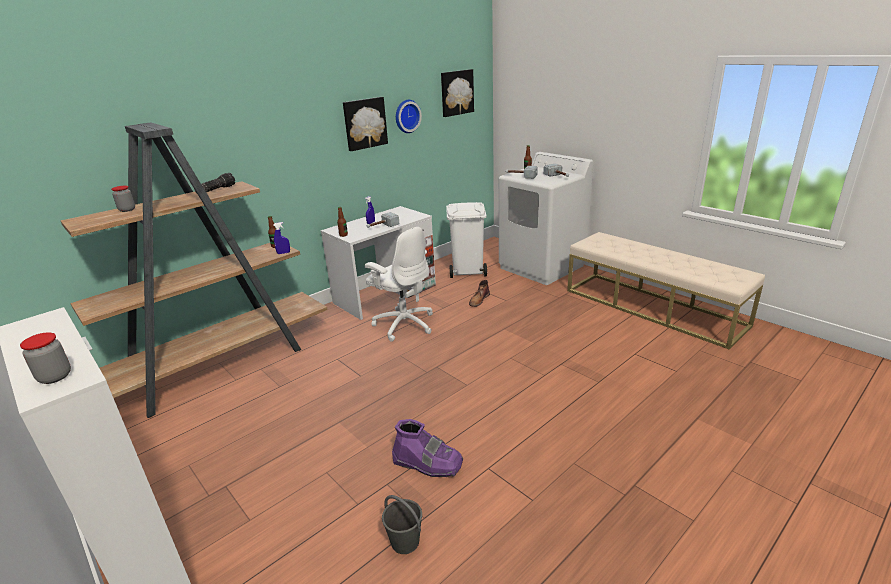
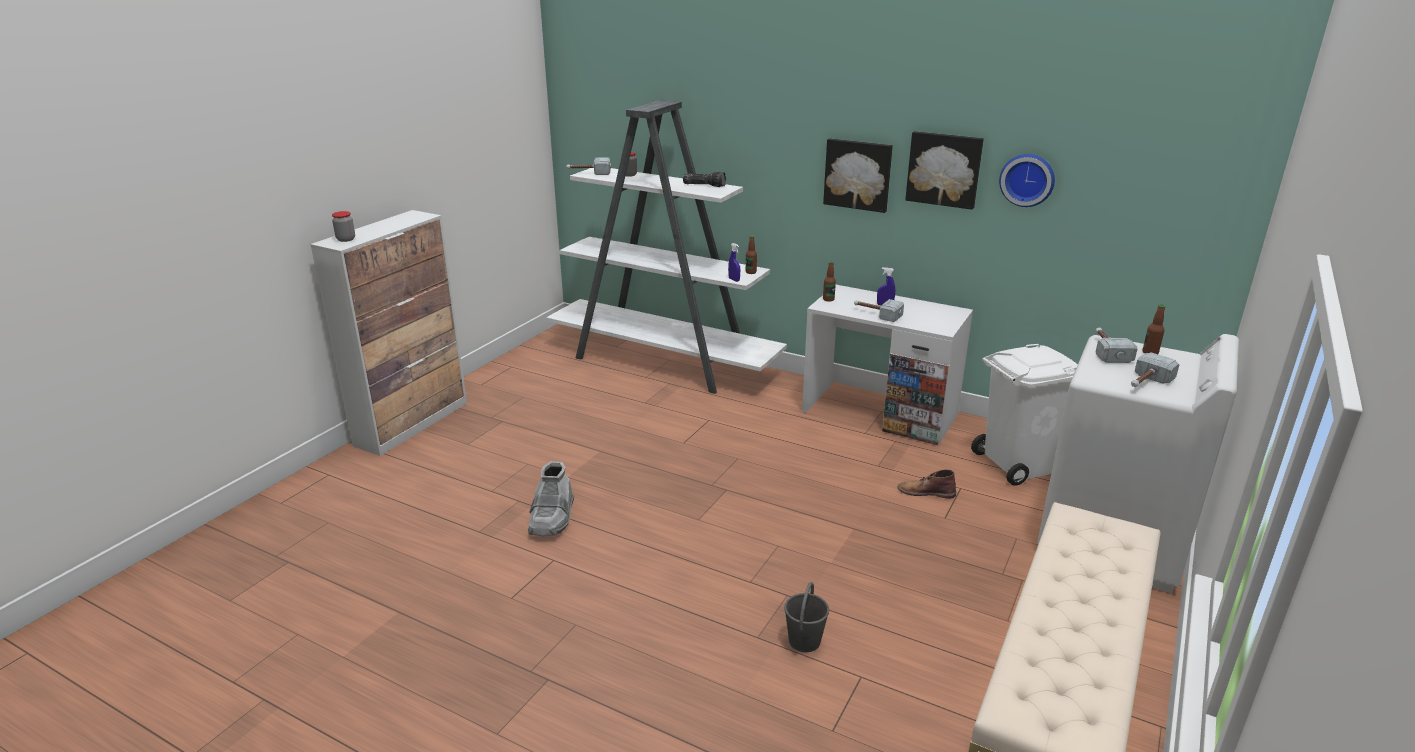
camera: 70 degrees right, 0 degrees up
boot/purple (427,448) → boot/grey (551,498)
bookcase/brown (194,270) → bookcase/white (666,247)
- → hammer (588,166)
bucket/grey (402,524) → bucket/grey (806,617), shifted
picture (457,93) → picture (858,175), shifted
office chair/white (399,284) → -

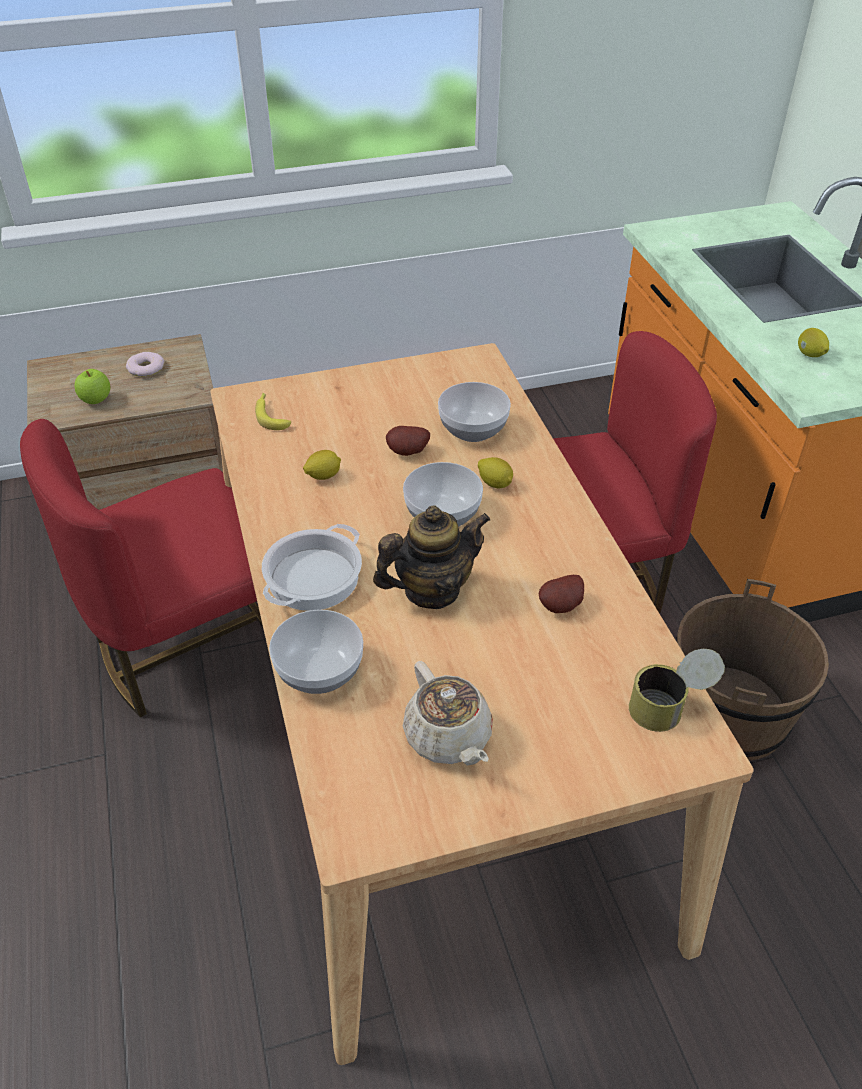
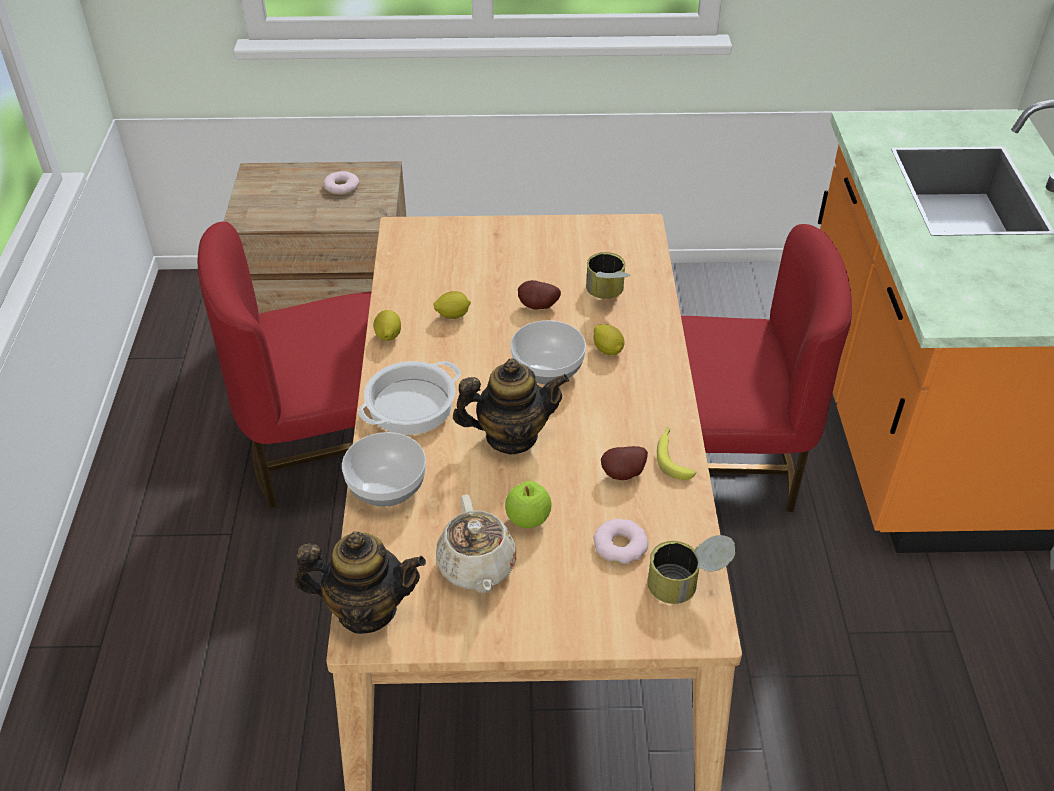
camera: 15 degrees right, 0 degrees up
- → teapot (360,583)
lemon (813,342) → lemon (387,325), shifted
apple (92,386) → apple (528,504), shifted
bowl (474,412) → can (608,275)
- → donut (621,541)
banana (273,411) → banana (676,453), shifted
bucket/brown (752,670) → -

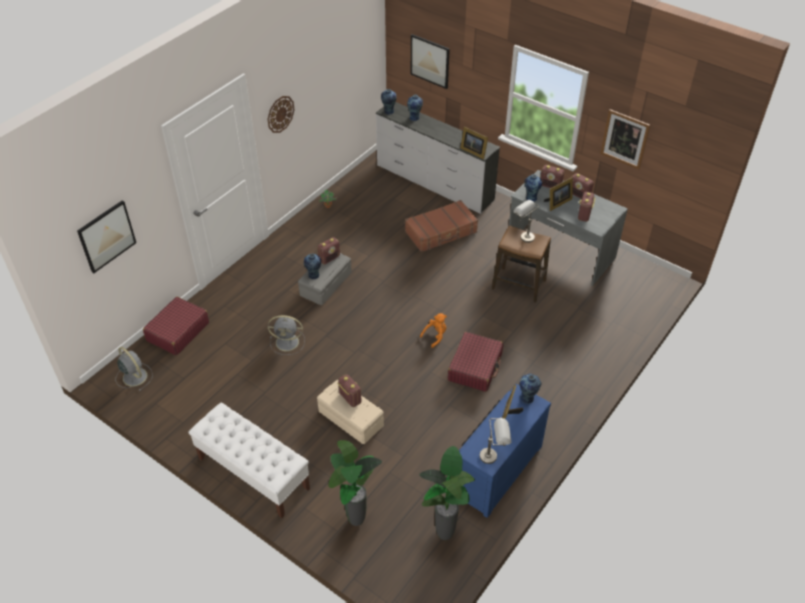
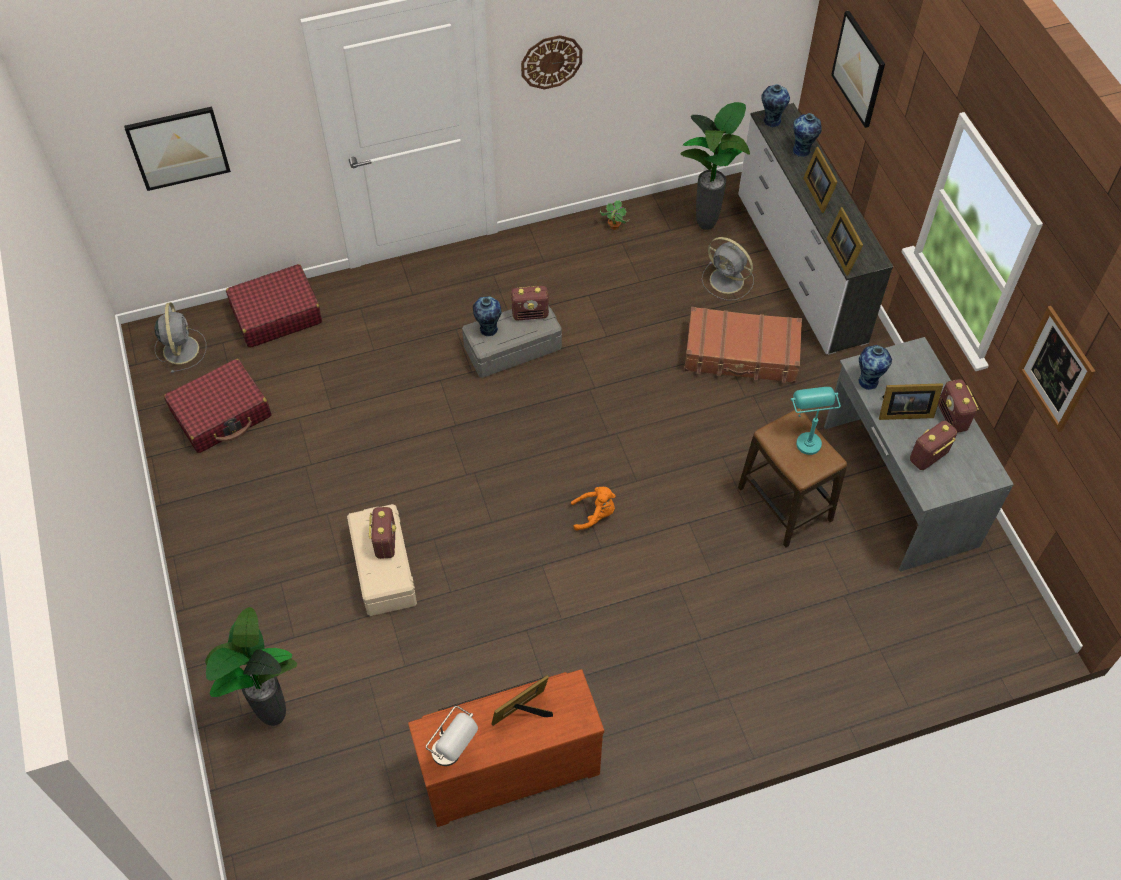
camera: 35 degrees right, 10 degrees up
suitcase/red (475,362) → suitcase/red (217,406), shifted
dresser/blue (505,451) → dresser/brown (506,748)
potted plant (447,493) → potted plant (715,166), shifted
fan/grey (286,335) → fan/grey (727,268), shifted
table lamp/grey (526,221) → table lamp/turquoise (816,421)
- → picture frame (820,180)
bench/white (249,460) → -
vase (530,389) → -
radio (552,176) → -

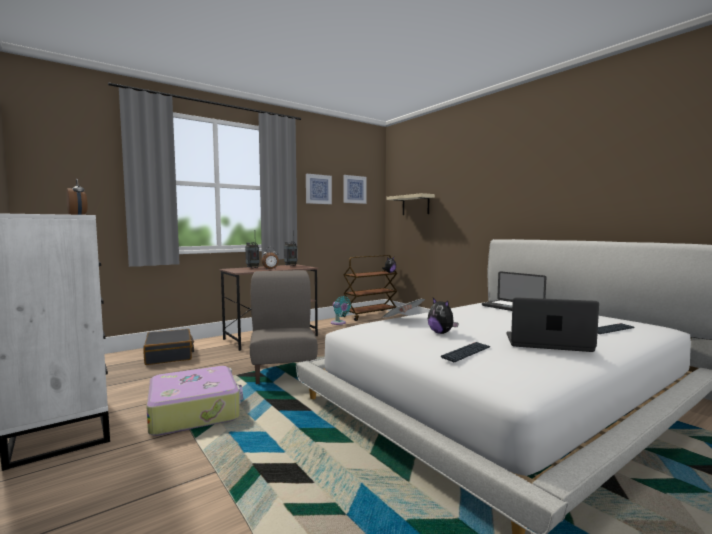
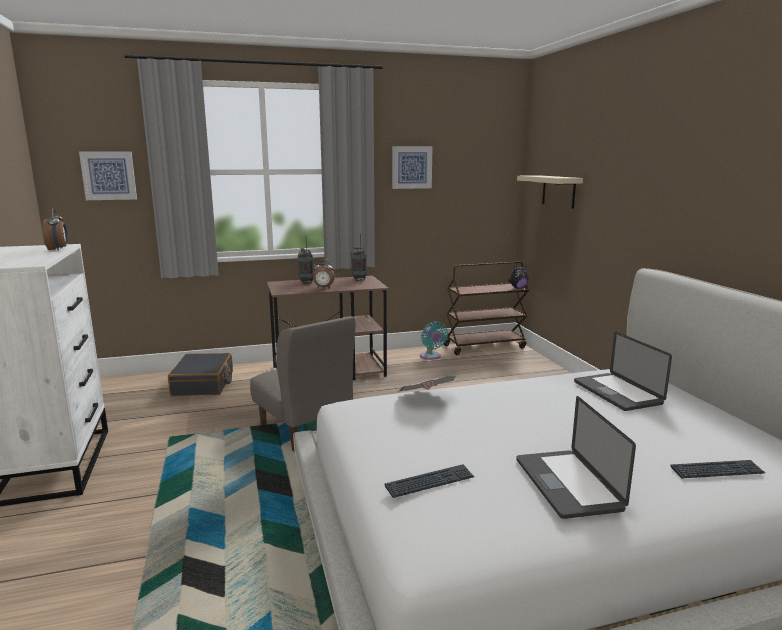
camera: 20 degrees right, 10 degrees up
picture (355,189) → picture (108,175), shifted
chair/grey (284,327) → chair/grey (303,383), 135 degrees clockwise
laptop (553,324) → laptop (576,457), 135 degrees counterclockwise
suitcase (194,401) → -
plush toy (443,316) → -

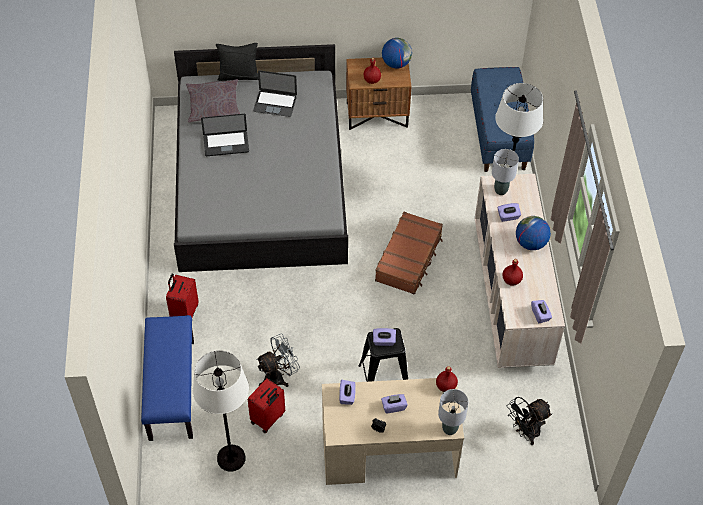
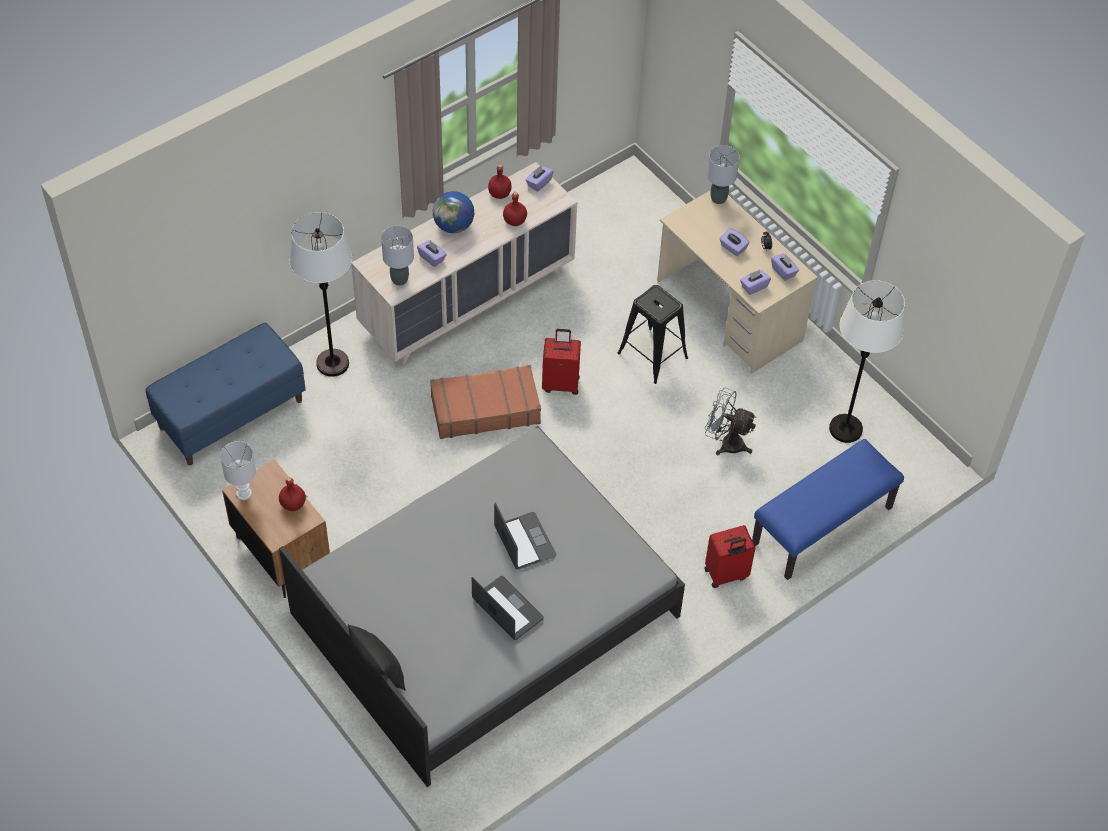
camera: 125 degrees left, 0 degrees up
globe (397,53) → table lamp/white (238,470)
bottle/red (447,379) → bottle/red (500,181), shifted
laptop (275,93) → laptop (525,536), shifted
suitcase/red (266,405) → suitcase/red (561,362), shifted
tissue box/purple (384,337) → tissue box/purple (785,267), shifted
pillow/grey (213,101) → -
fan/black (529,421) → -

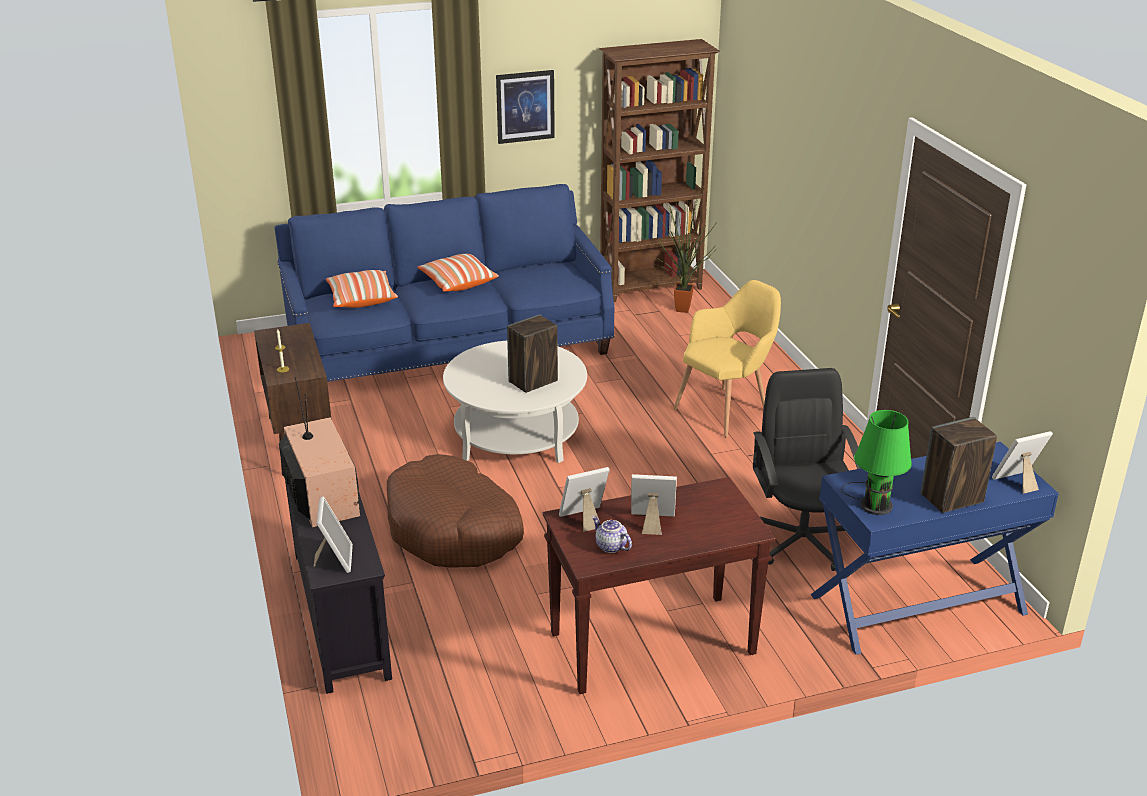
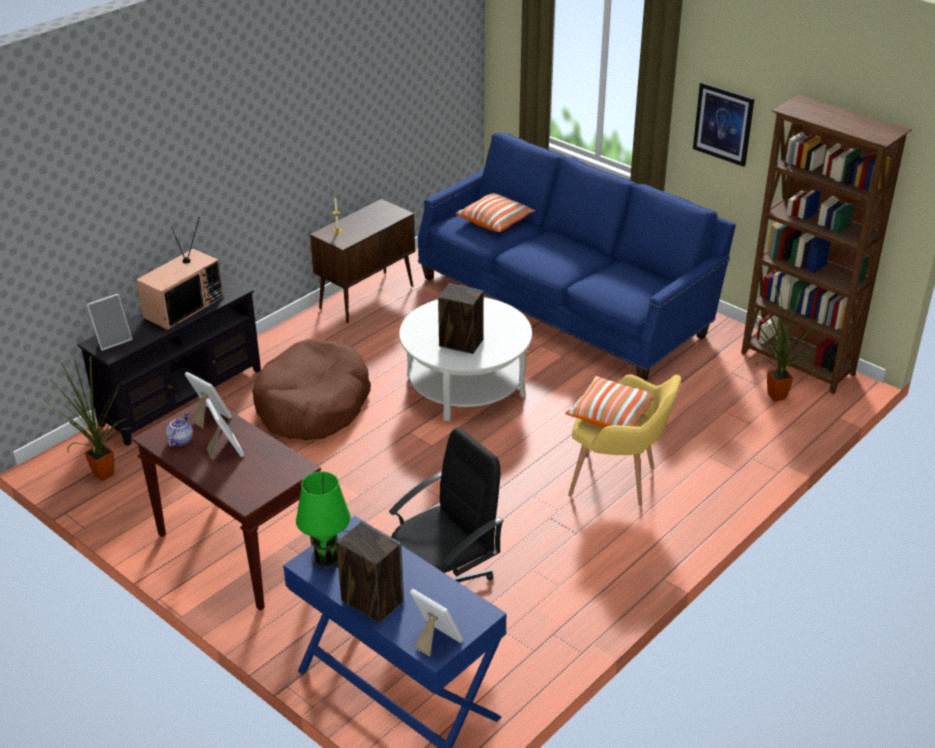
camera: 60 degrees right, 5 degrees up
- → potted plant (87,416)
pillow (458,273) → pillow (609,402), shifted

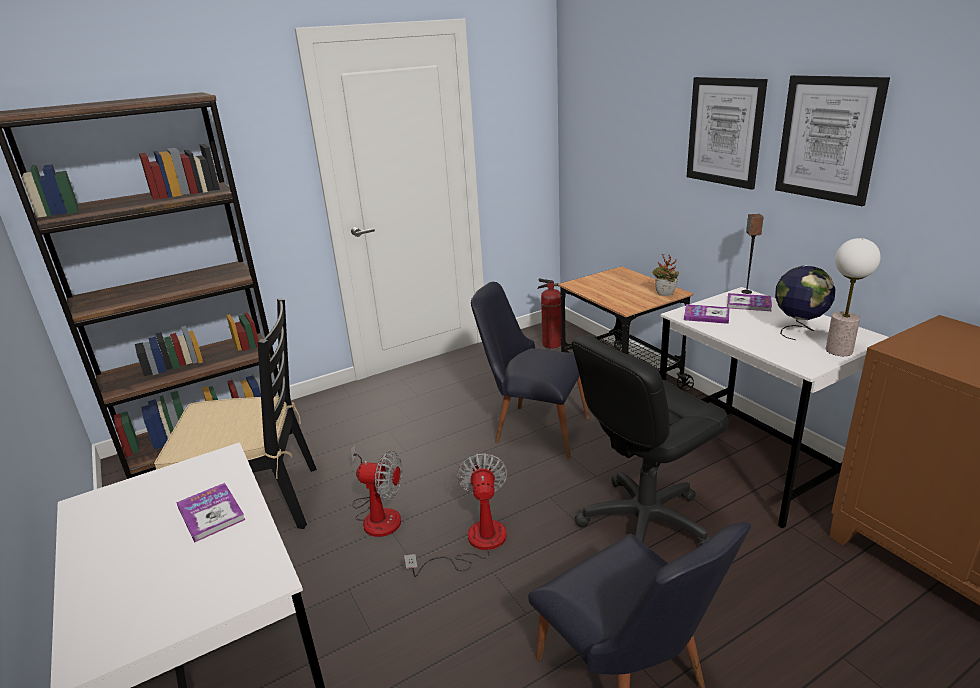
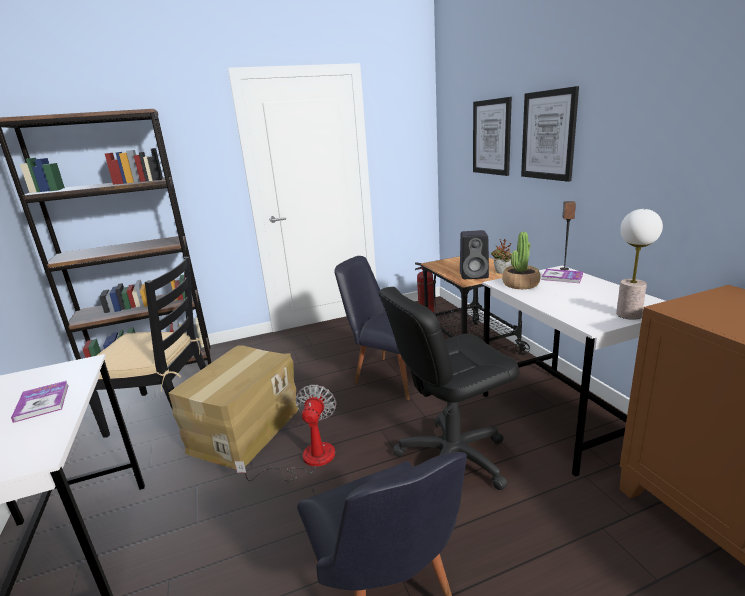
camera: 10 degrees right, 5 degrees down
fan (376,491) → cardboard box (233,407)
- → speaker/black (474,254)
picture (832,140) → picture (492,136), shifted
book (707,314) → potted plant (521,260)
globe (805,303) → -

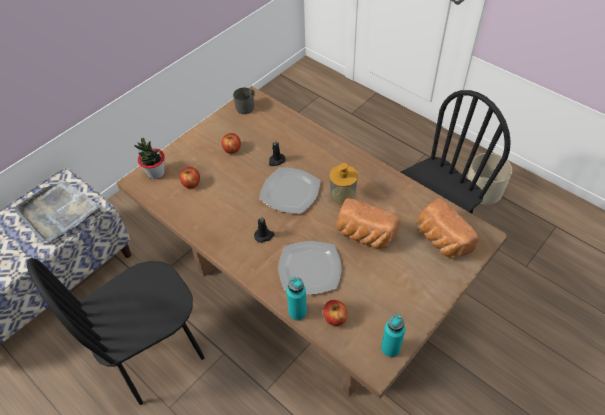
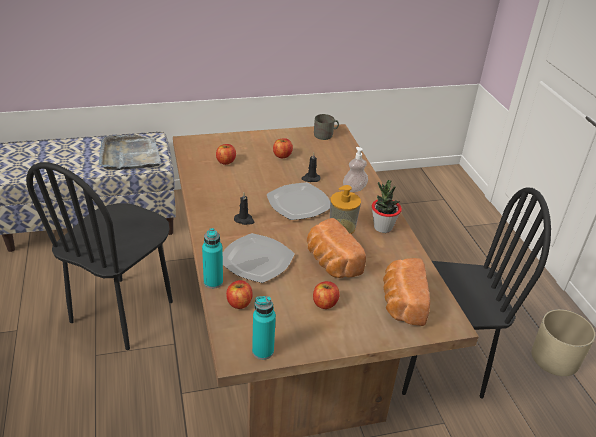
camera: 30 degrees right, 15 degrees down
chair/black (115,331) → chair/black (99,256), 60 degrees counterclockwise
- → apple (326,295)
- → soap dispenser (355,169)
potted plant (149,158) → potted plant (387,206), shifted

